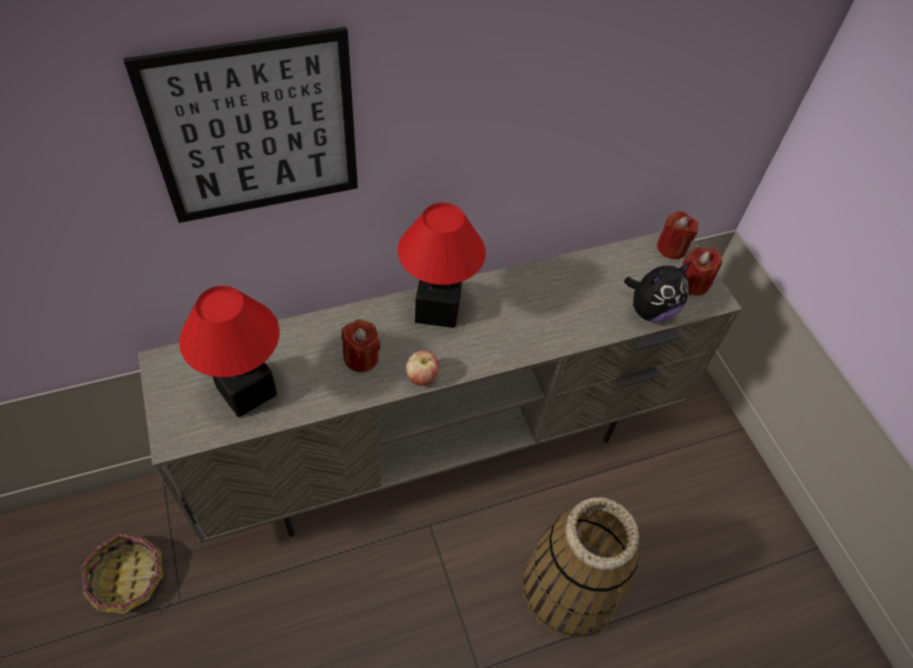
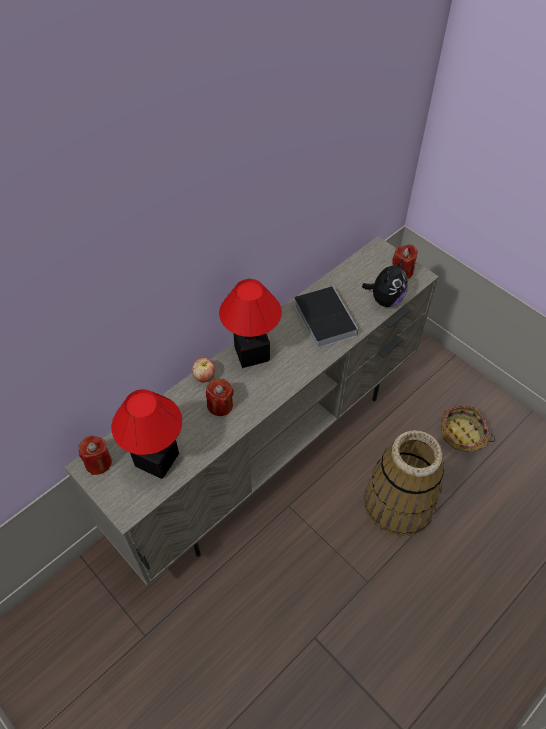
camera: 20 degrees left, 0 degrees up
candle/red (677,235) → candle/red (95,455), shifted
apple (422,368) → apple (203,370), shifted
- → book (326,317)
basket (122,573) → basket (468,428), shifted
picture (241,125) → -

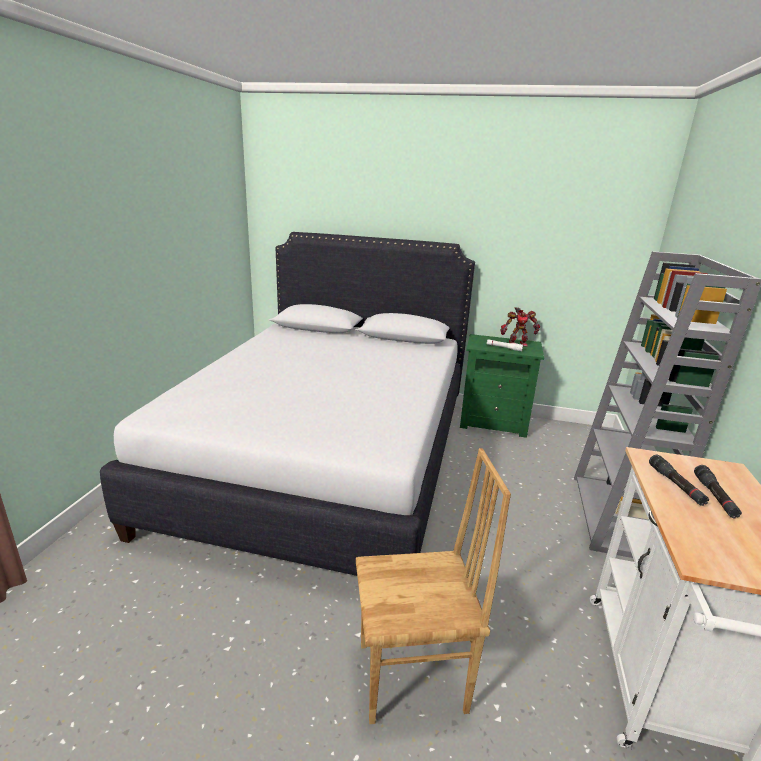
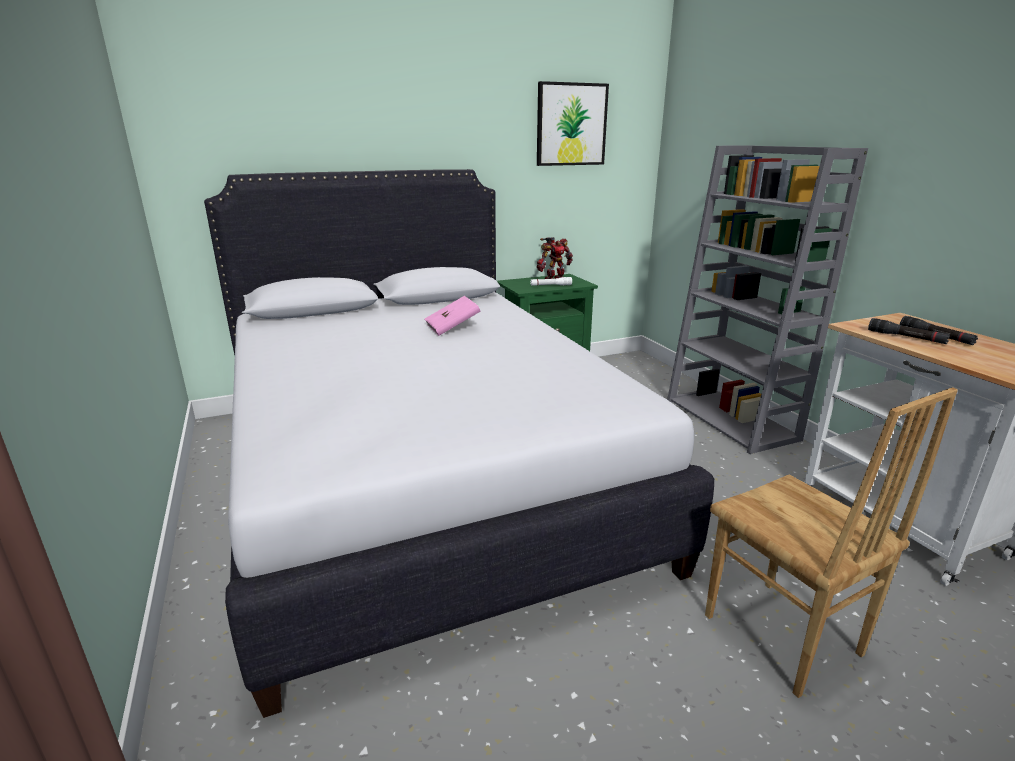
camera: 35 degrees left, 0 degrees up
- → book/pink (453,316)
- → picture (573,123)
chair/brown (433,586) → chair/brown (831,542), 105 degrees clockwise

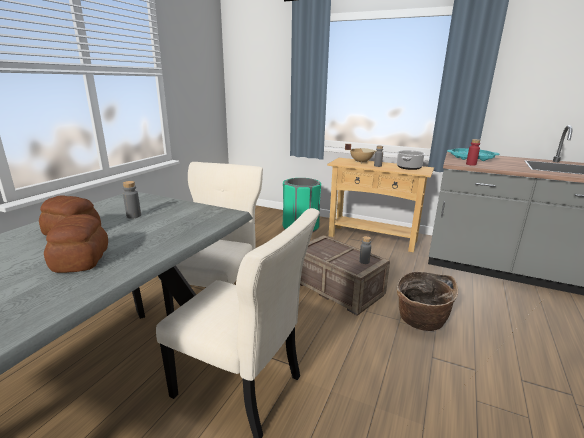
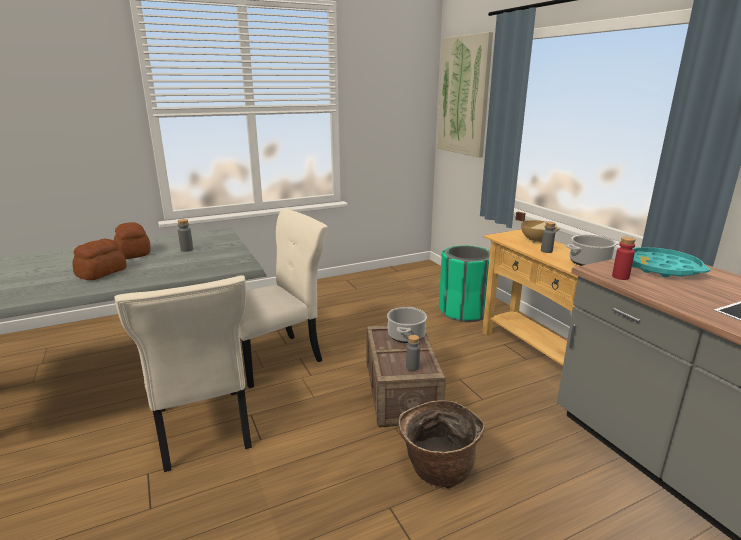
camera: 40 degrees right, 0 degrees up
- → cooking pot (407,325)
- → picture (465,94)

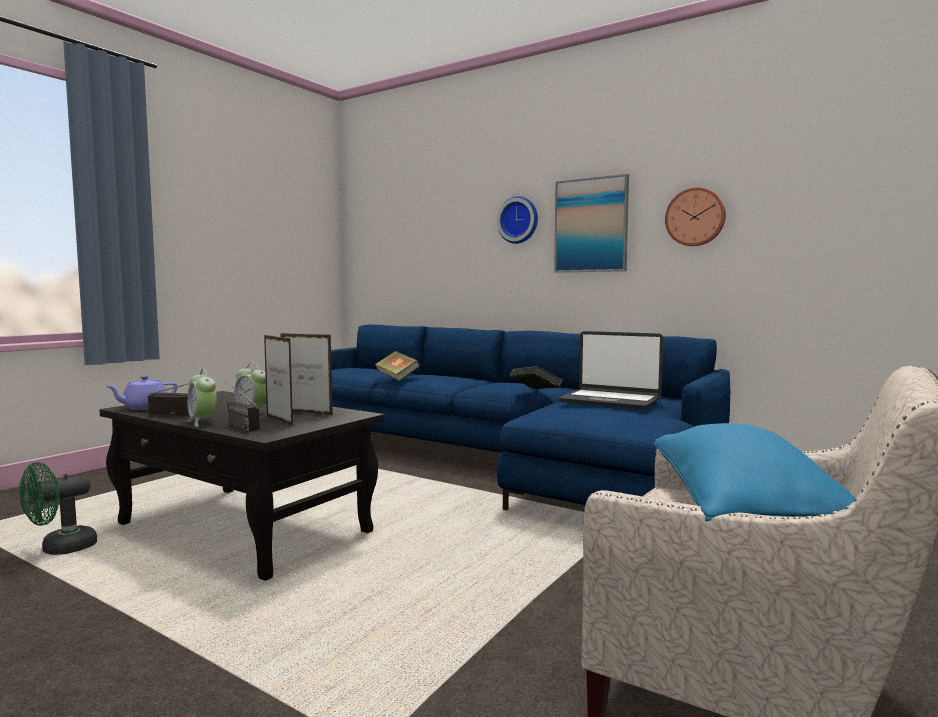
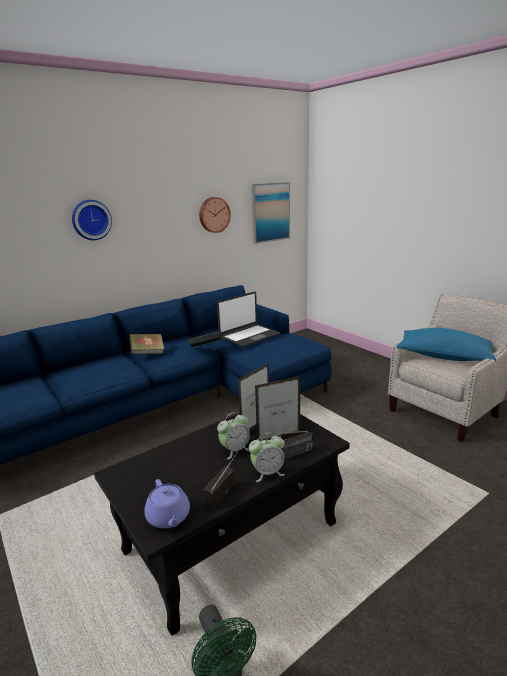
camera: 70 degrees left, 15 degrees up
book (397,366) → book (146,344), shifted
picture (591,223) → picture (271,213), shifted

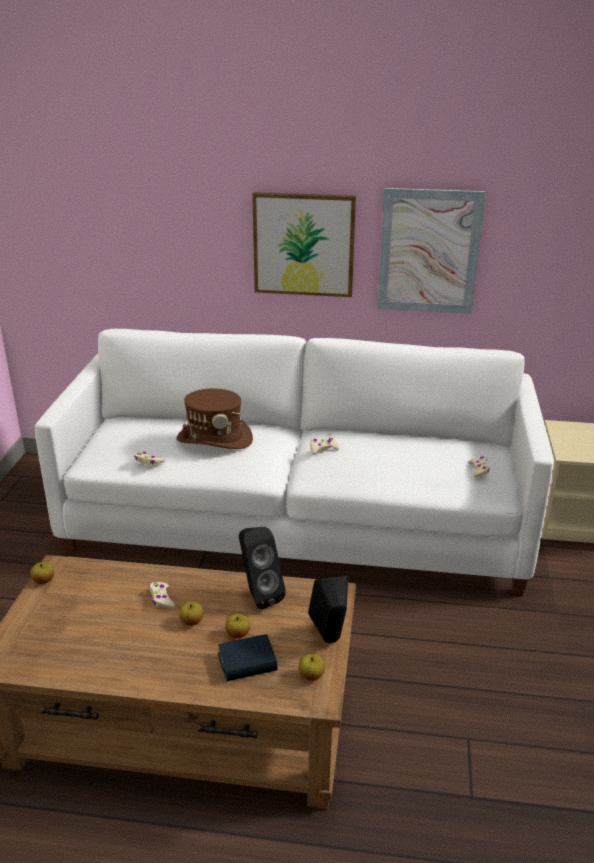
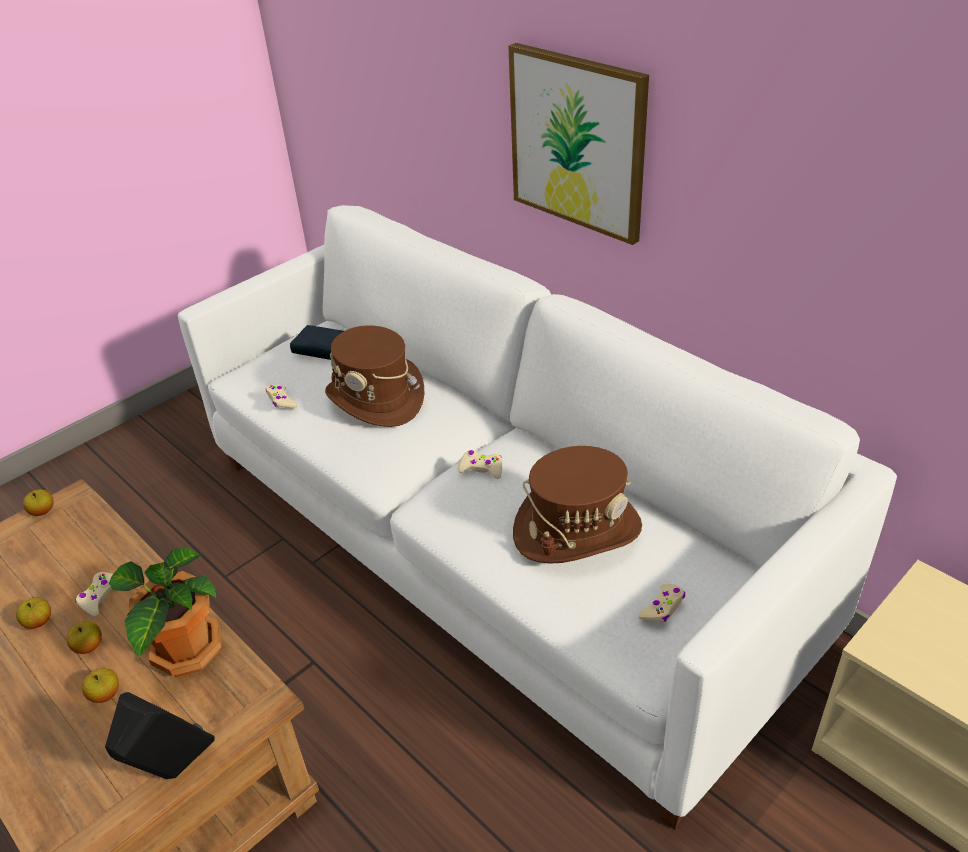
camera: 40 degrees right, 10 degrees up
apple (312,667) → apple (33,613), shifted
speaker/black (262,568) → potted plant (165,612)
book (248,658) → book (317,342), shifted
- → hat/brown (577,505)
picture (432,251) → -

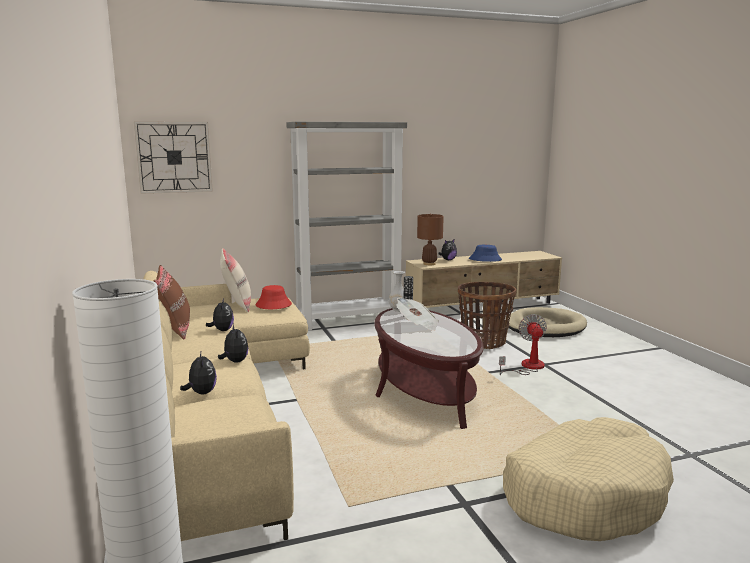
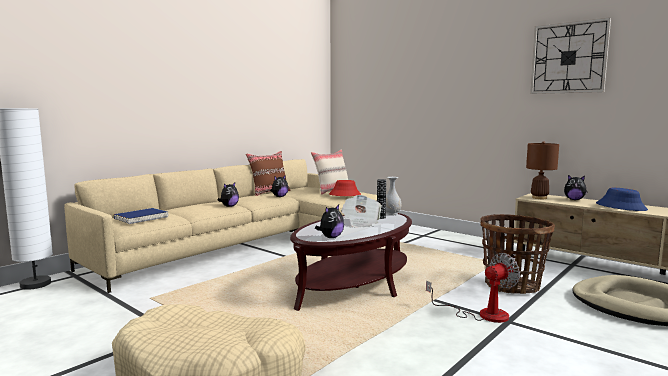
camera: 60 degrees right, 5 degrees down
- → book/blue (141,216)
plush toy (198,373) → plush toy (329,221), shifted
wall clock (173,157) → wall clock (570,55), shifted
bookcase/grey (346,226) → -

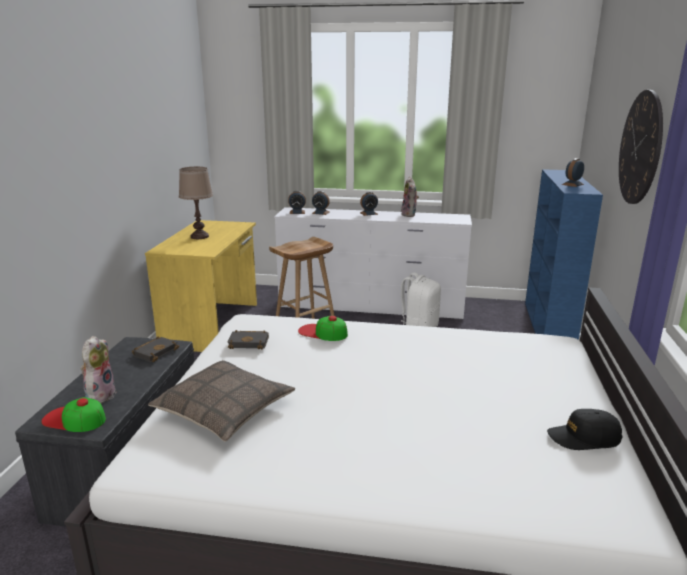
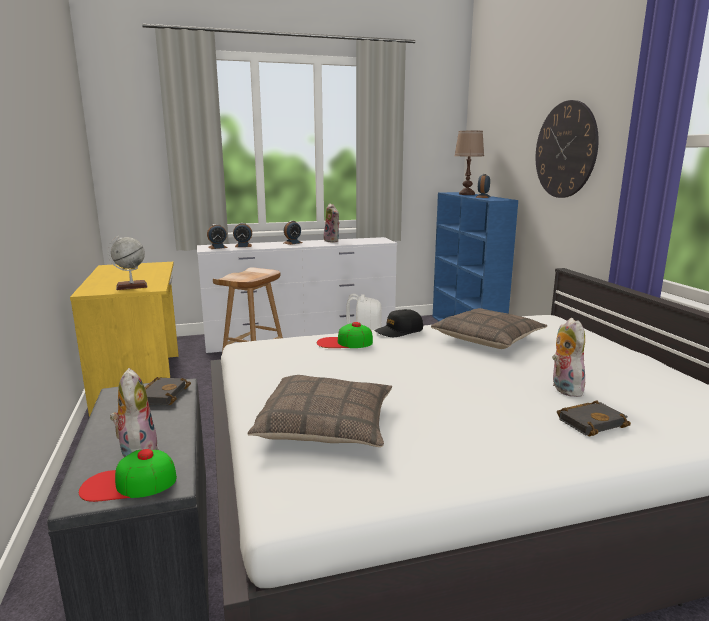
camera: 25 degrees left, 5 degrees down
- → globe (128,263)
cap/black (585,429) → cap/black (398,323), shifted
- → pillow (489,328)
table lamp/brown (196,203) → table lamp/brown (469,163), shifted
- → plush toy (568,357)
book/black (248,340) → book/black (594,418), shifted

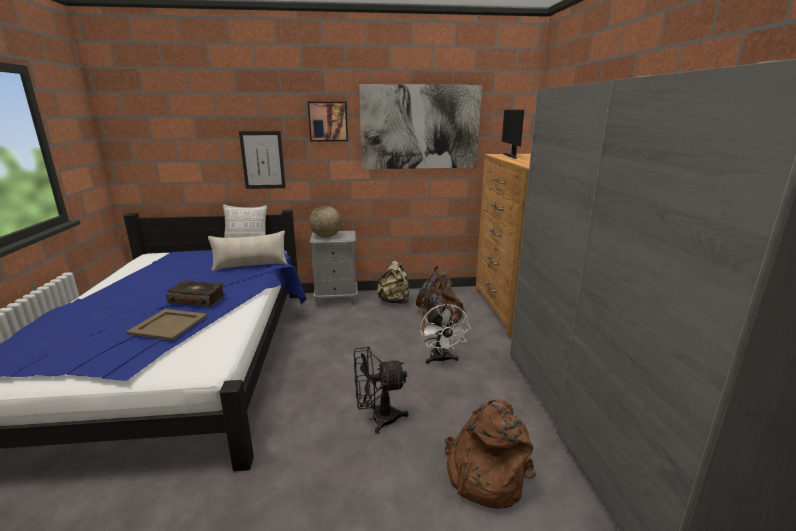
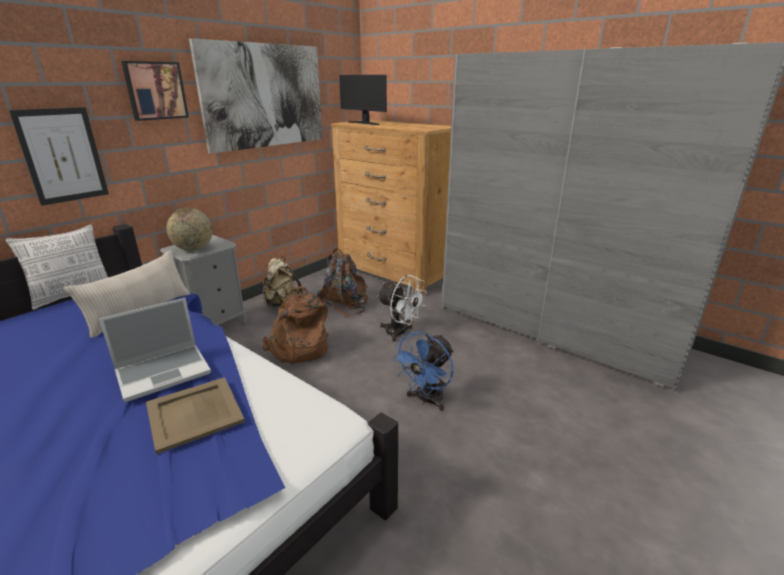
camera: 45 degrees left, 5 degrees up
book (196,293) → laptop (155,350)
backpack/brown (490,454) → backpack/brown (295,325), shifted
fan/black (381,390) → fan/blue (423,371)

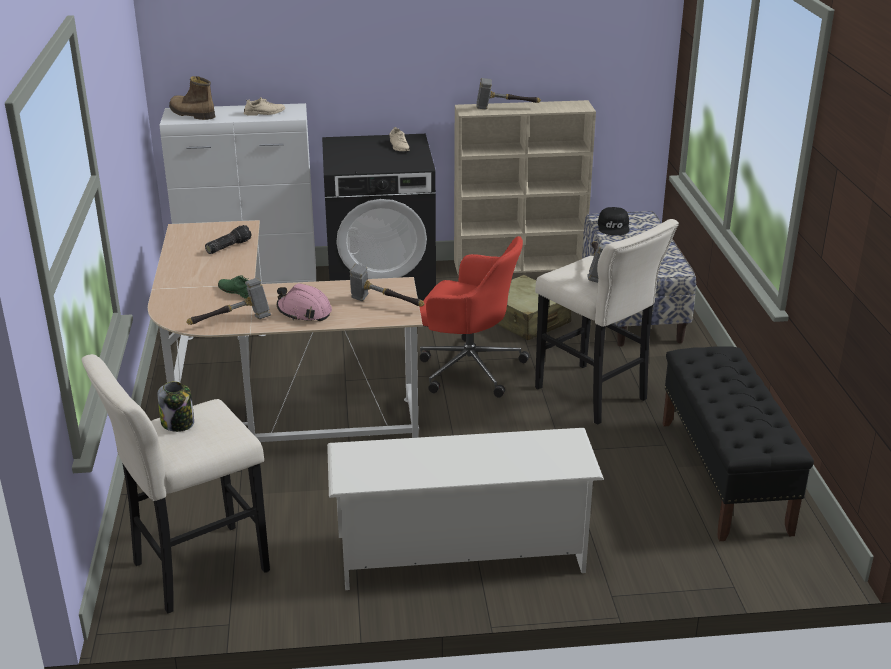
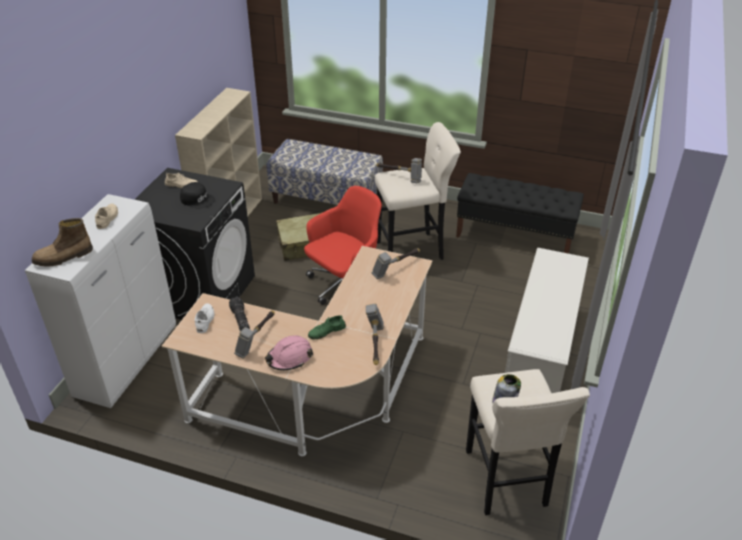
camera: 65 degrees left, 10 degrees up
cap/black (614,221) → cap/black (197,195), shifted
- → shoe/white (204,318)
hammer (508,94) → hammer (254,335), shifted
hard hat/pink (304,302) → hard hat/pink (289,352), shifted

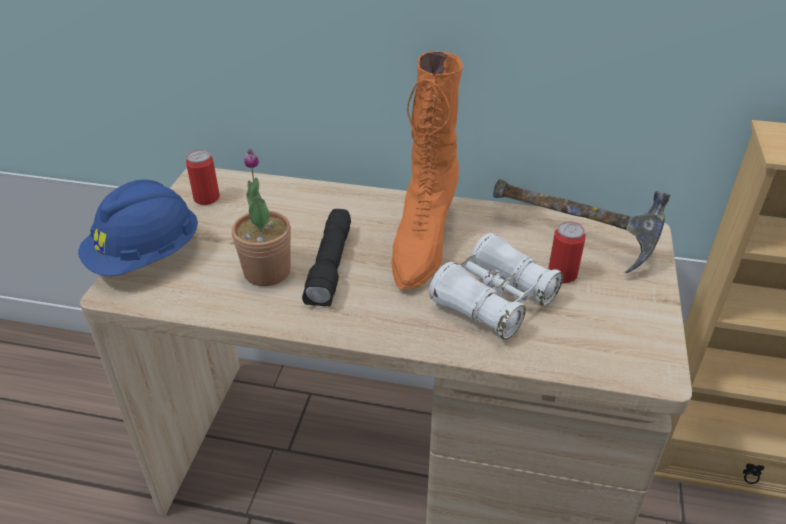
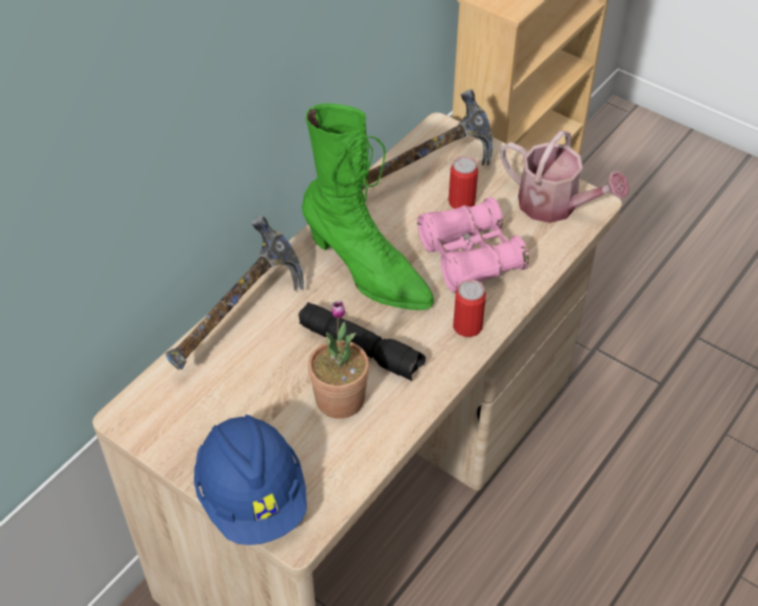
camera: 65 degrees left, 10 degrees up
- → hammer (234,292)
boot/orange (427,170) → boot/green (368,206)
binoculars/white (496,286) → binoculars/pink (473,245)
can (203,177) → can (469,308), shifted
- → watering can (564,177)

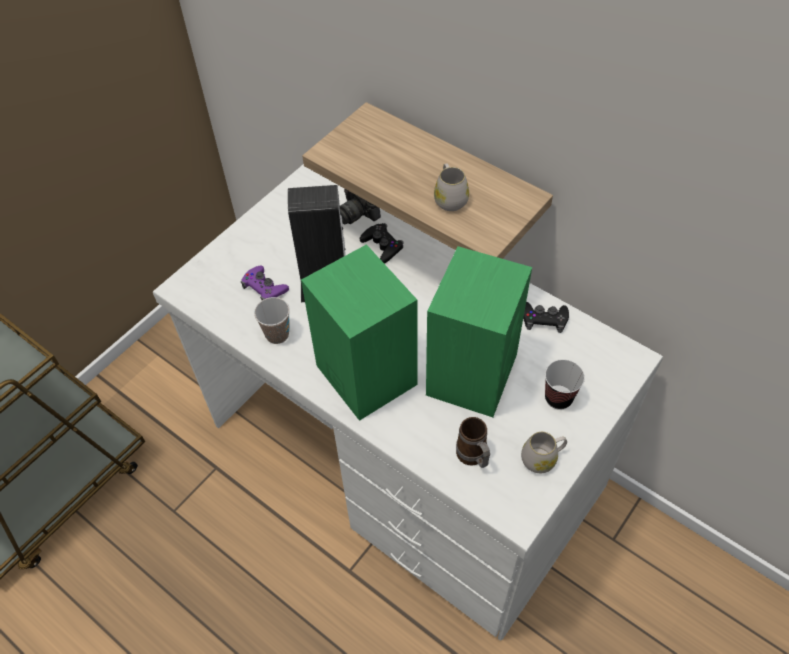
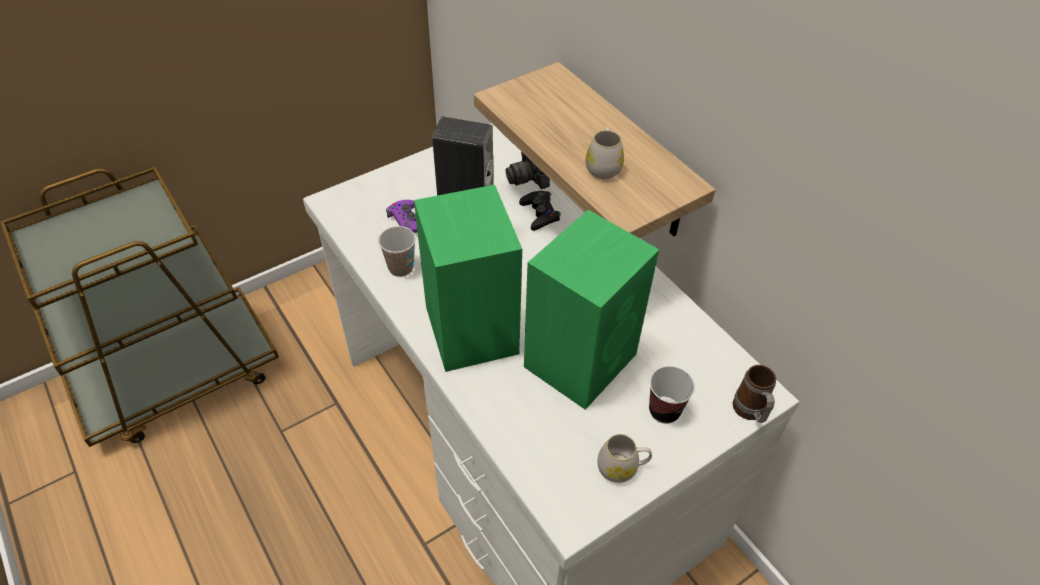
camera: 15 degrees right, 5 degrees down
mug (473,442) → mug (754,394), shifted
game controller/black (546,317) → -

